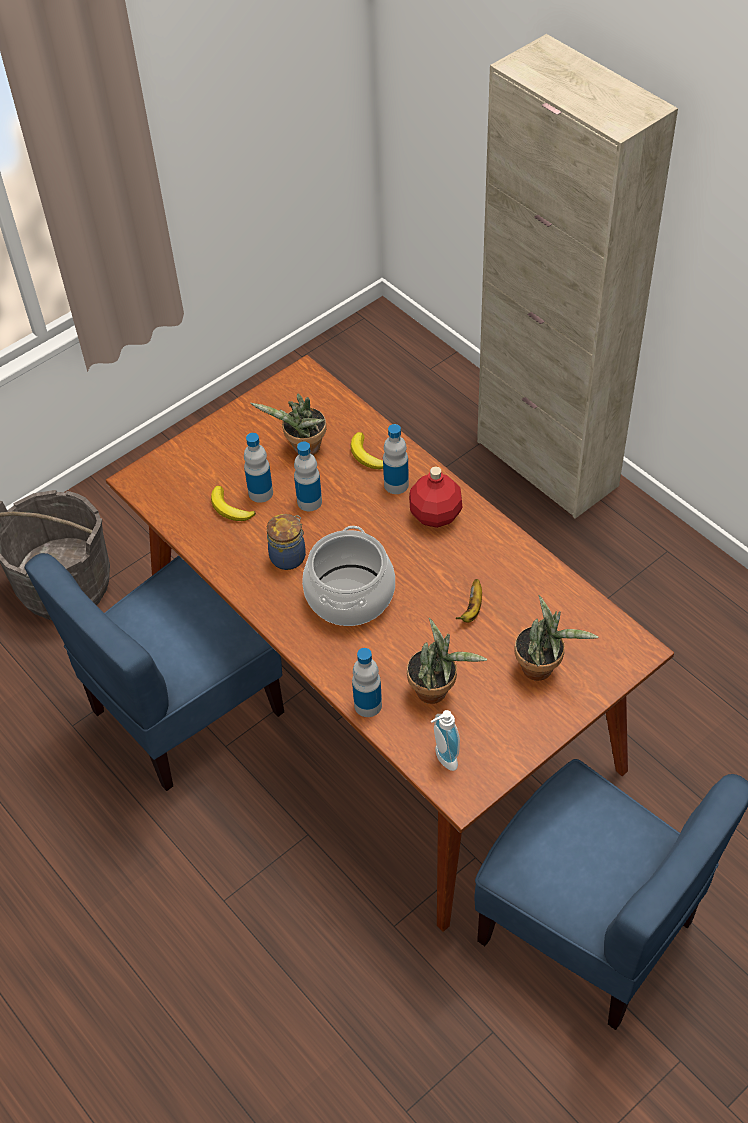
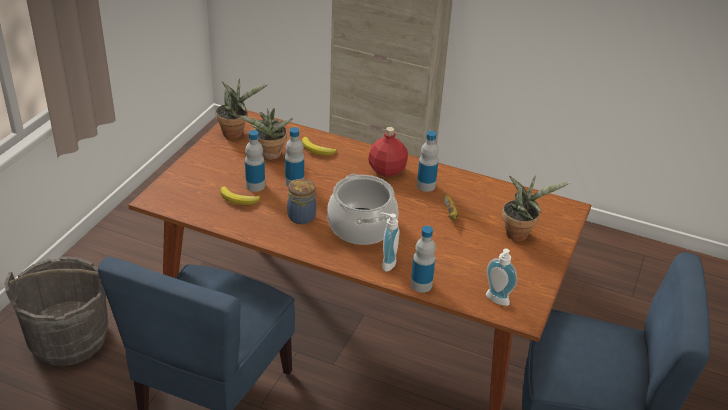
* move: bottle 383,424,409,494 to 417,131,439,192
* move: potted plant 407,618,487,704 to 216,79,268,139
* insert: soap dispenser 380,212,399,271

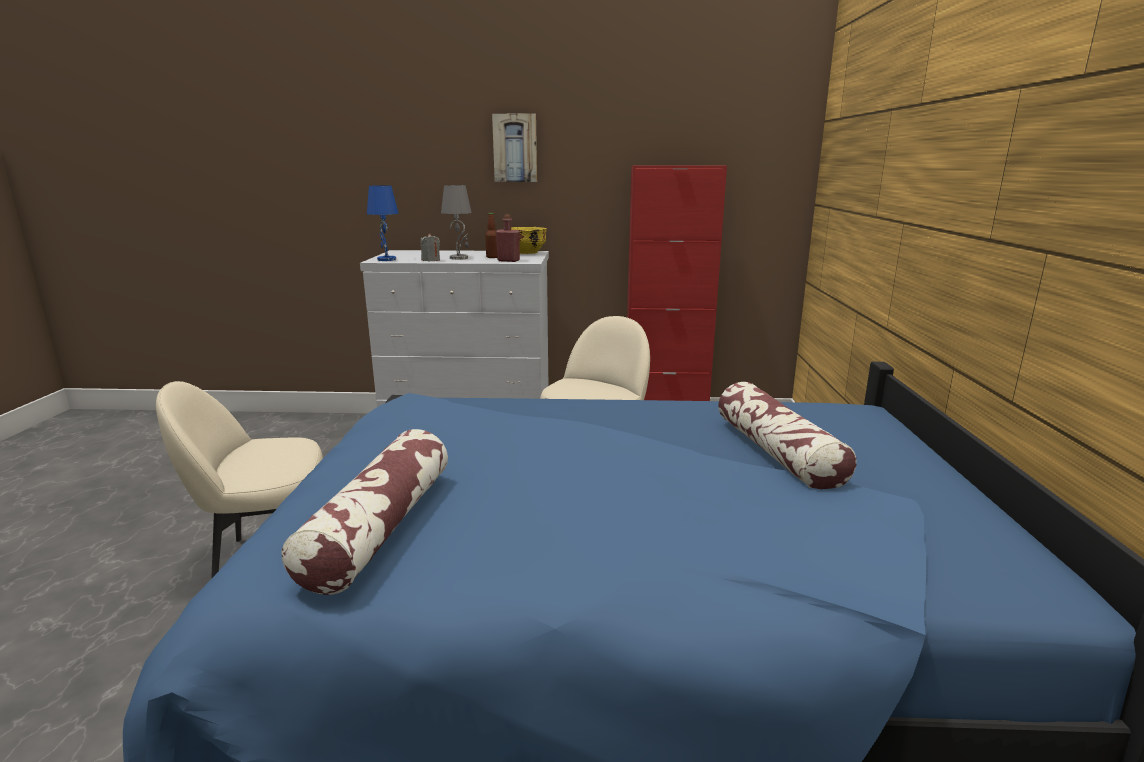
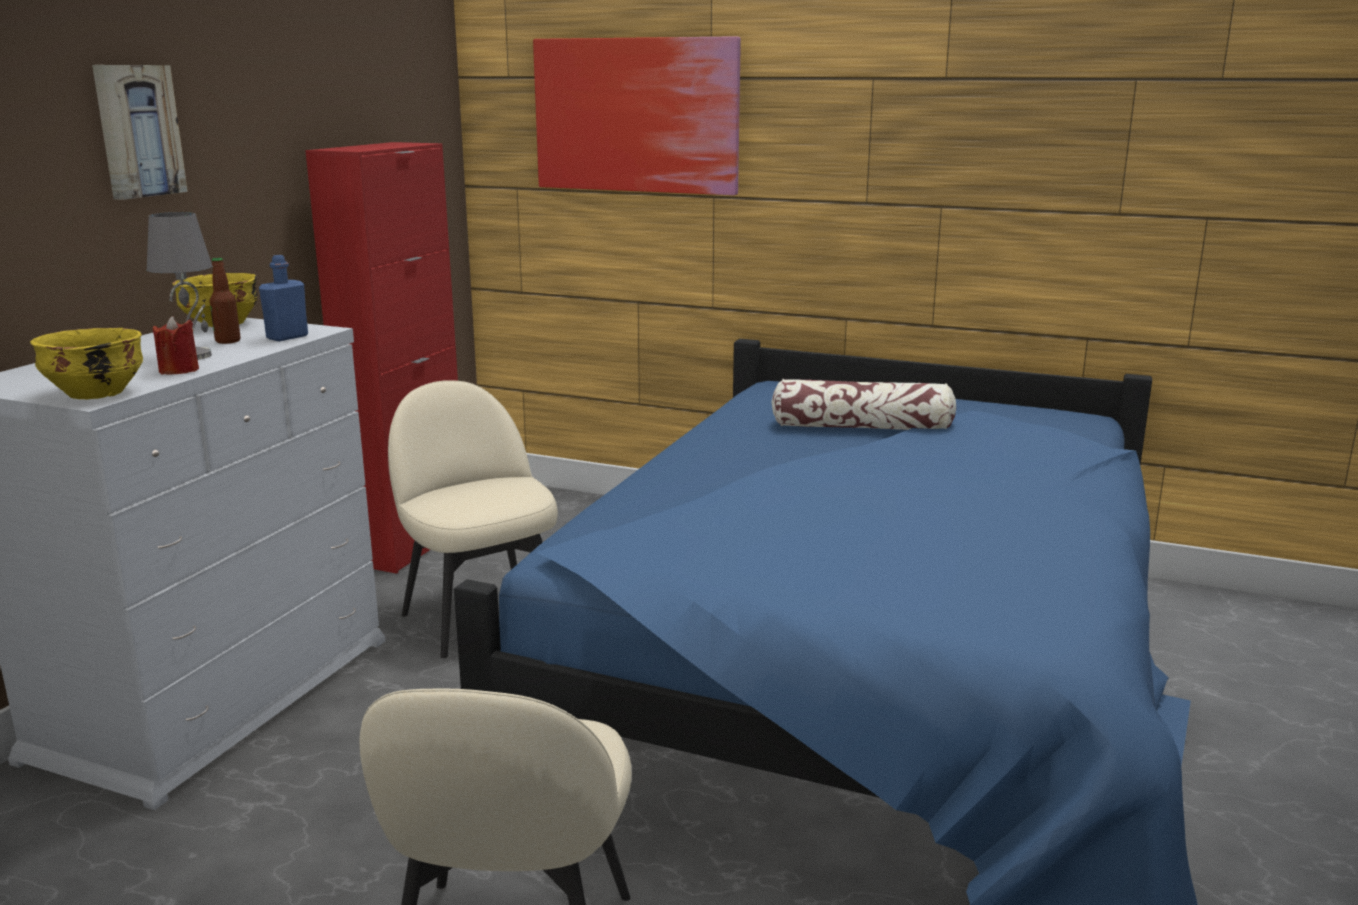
* delete: pillow 282,429,448,595
* replace: blue table lamp 367,185,398,261 to yellow bowl 30,328,143,399
* recolor: grey candle 420,233,440,261 to red candle 153,316,199,375
* recolor: red bottle 496,215,520,262 to blue bottle 259,255,308,341
* insert: picture 533,36,741,195

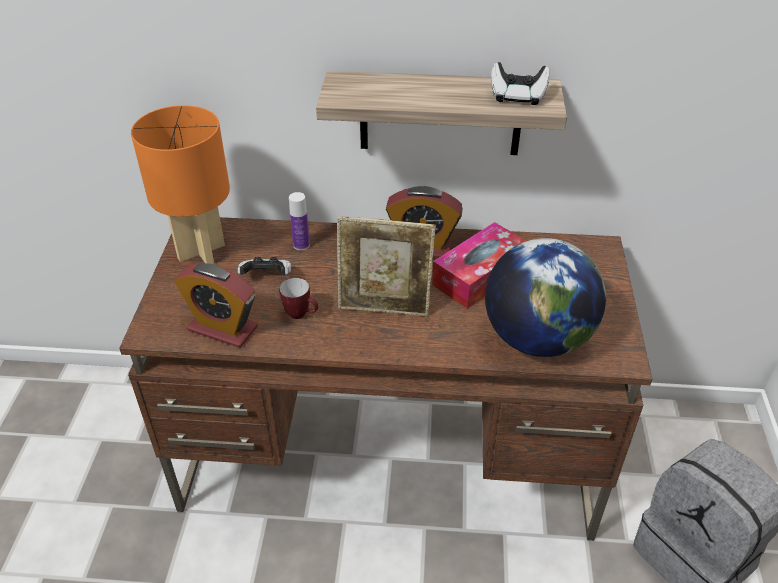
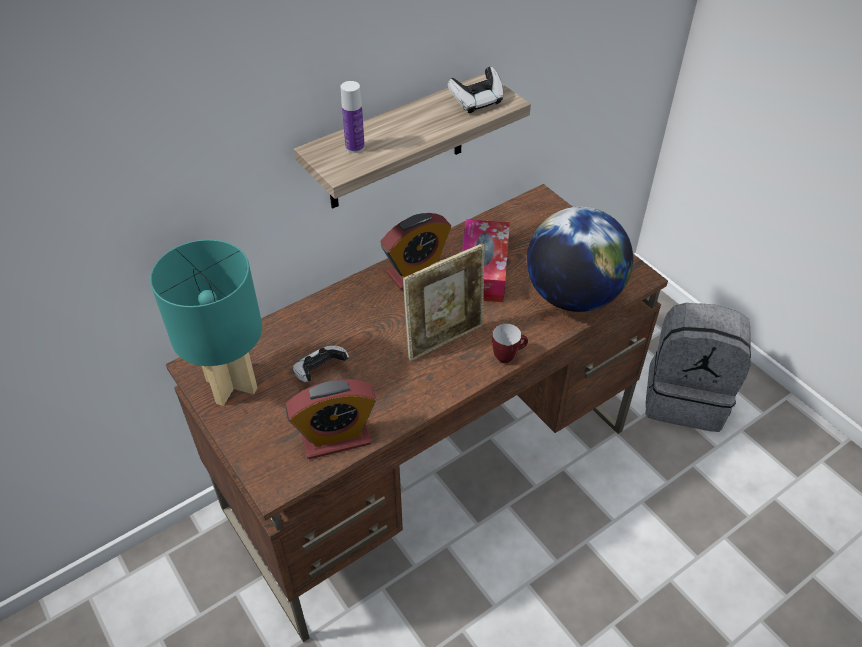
* recolor: orange table lamp 131,105,230,264 to turquoise table lamp 150,239,262,406
* move: mug 279,278,318,319 to 492,324,528,363
* move: bottle 289,192,310,251 to 341,81,365,153

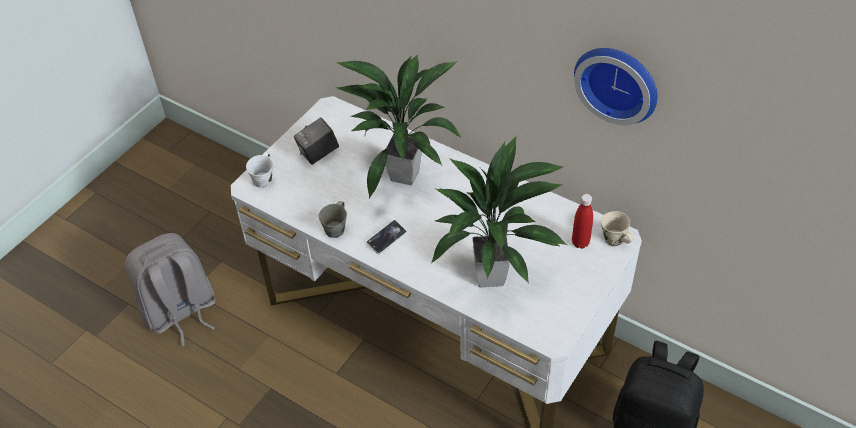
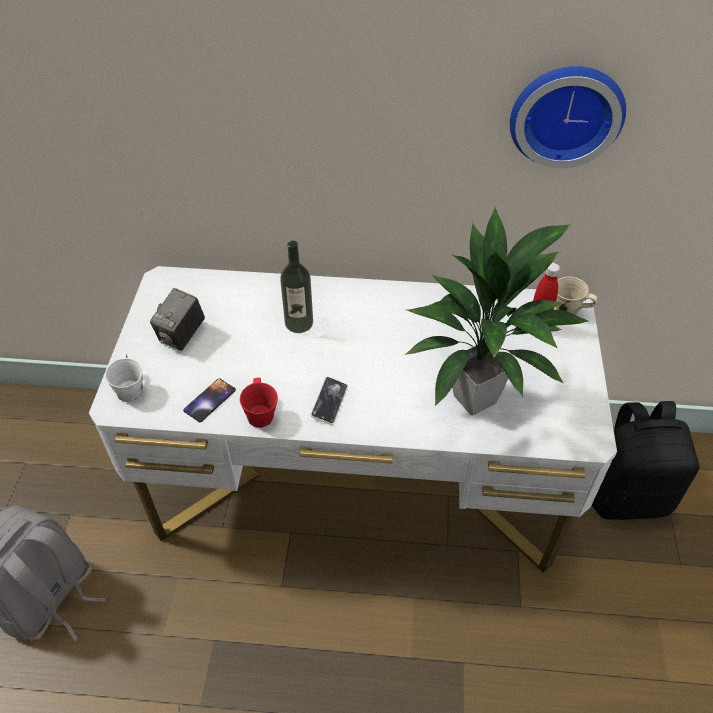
* recolor: grey mug 319,201,347,238 to red mug 240,378,278,428
* replace: potted plant 335,55,462,198 to bottle 280,241,313,333
* insert: phone 183,378,236,422

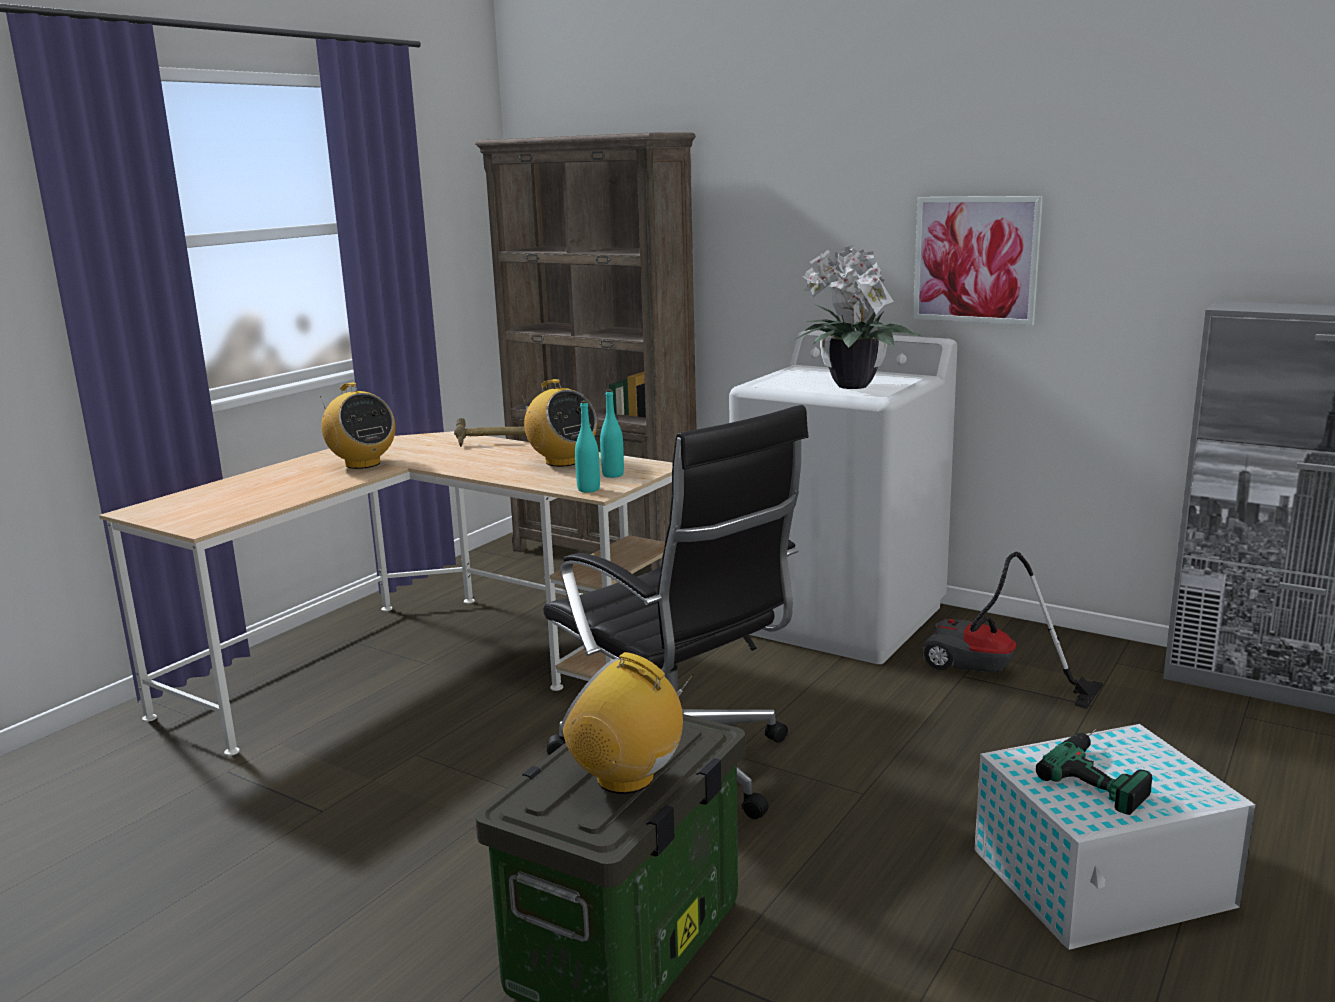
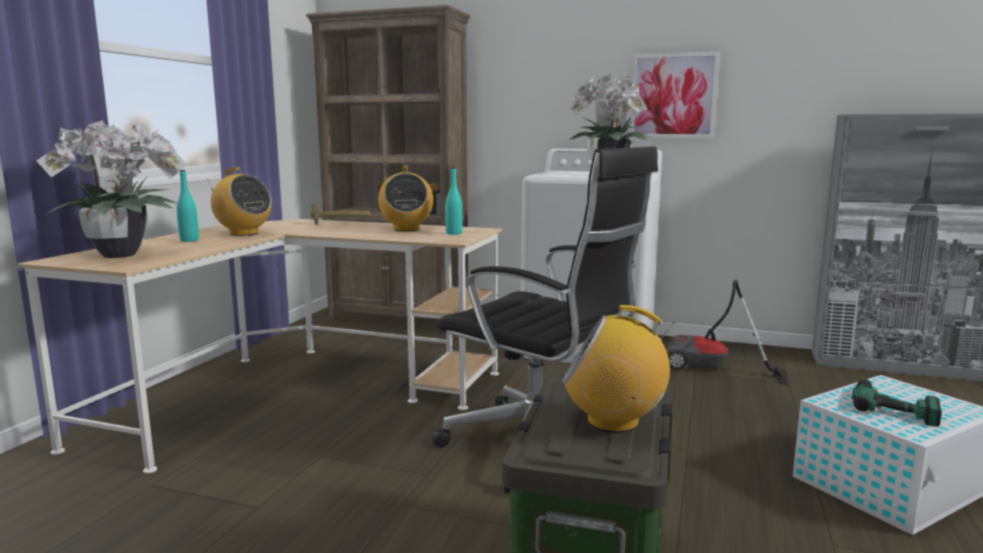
* rotate: radio 521,379,597,467 = 378,166,433,231 45 degrees clockwise
* move: turquoise bottle 575,401,600,493 to 176,170,199,242
* insert: potted plant 36,120,187,258

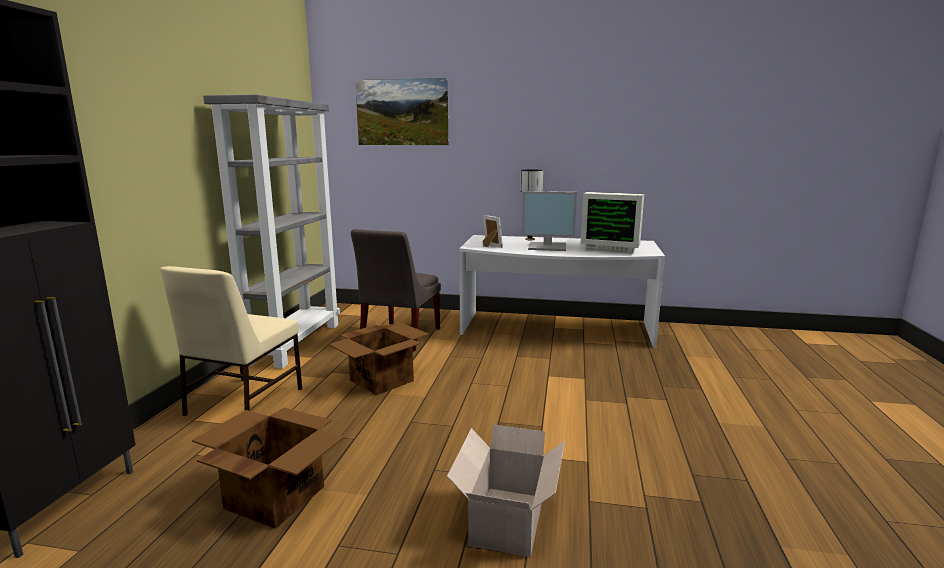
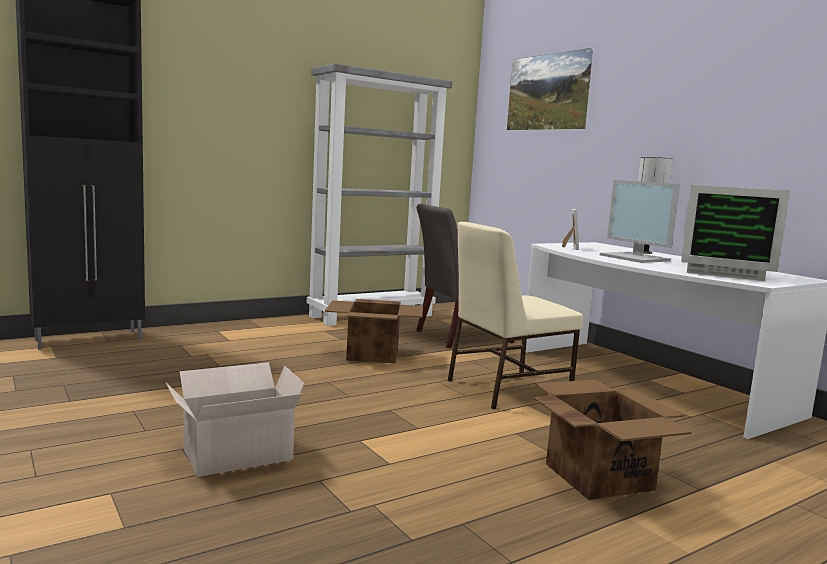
* move: beige chair 160,266,302,416 to 448,222,583,409
* move: cardboard box 192,407,344,529 to 533,380,692,500
* rotate: monitor 581,192,644,254 = 681,185,790,281 45 degrees counterclockwise

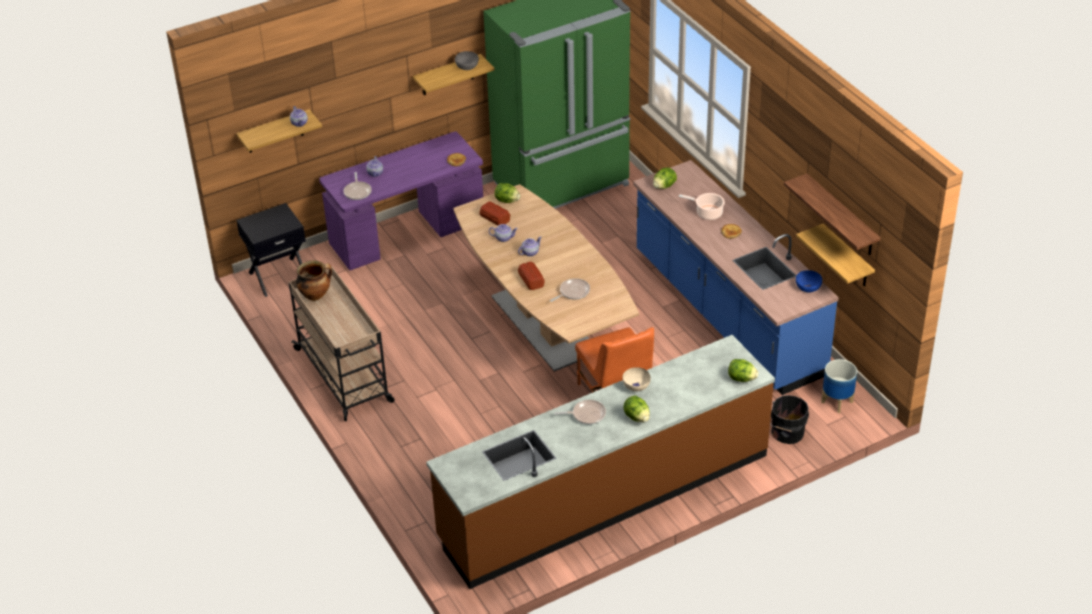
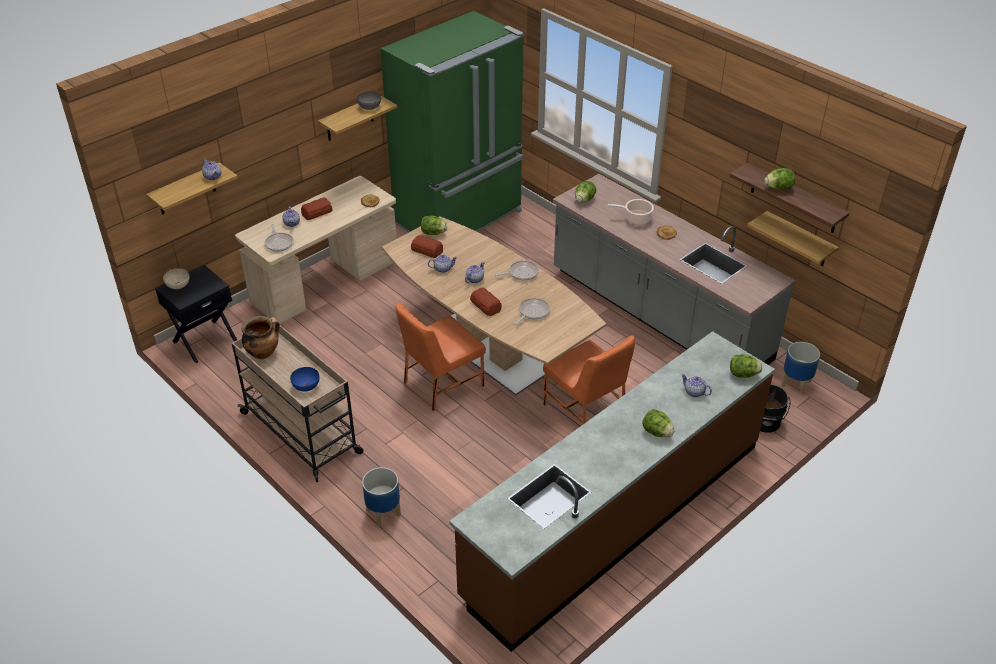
* recolor: purple desk 319,132,483,270 to beige desk 235,176,397,324
* move: frying pan 554,400,606,424 to 494,261,539,280
* move: beige bowl 623,367,651,392 to 163,268,190,289
* recolor: blue counter 633,160,839,395 to grey counter 553,174,796,365
* move: blue bowl 796,270,822,292 to 290,367,320,392
* insert: bread 301,197,332,220
* insert: planter 362,467,401,527
* insert: orange chair 395,303,486,411
* insert: teapot 681,374,712,397
* insert: lettuce 764,168,795,190

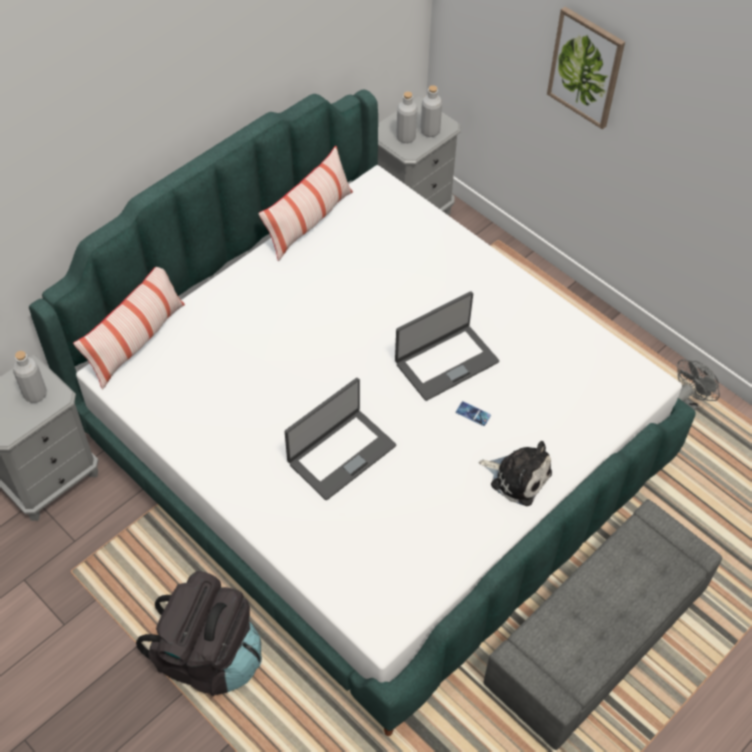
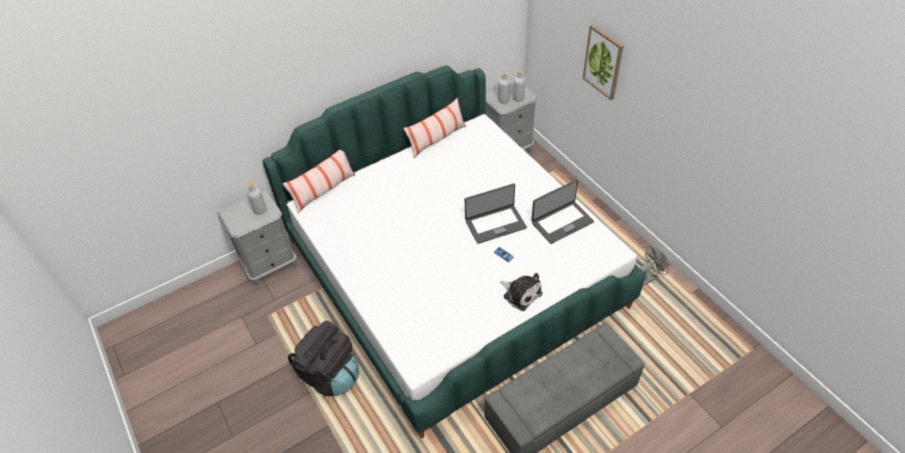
* move: laptop 285,378,396,500 to 531,179,594,244

